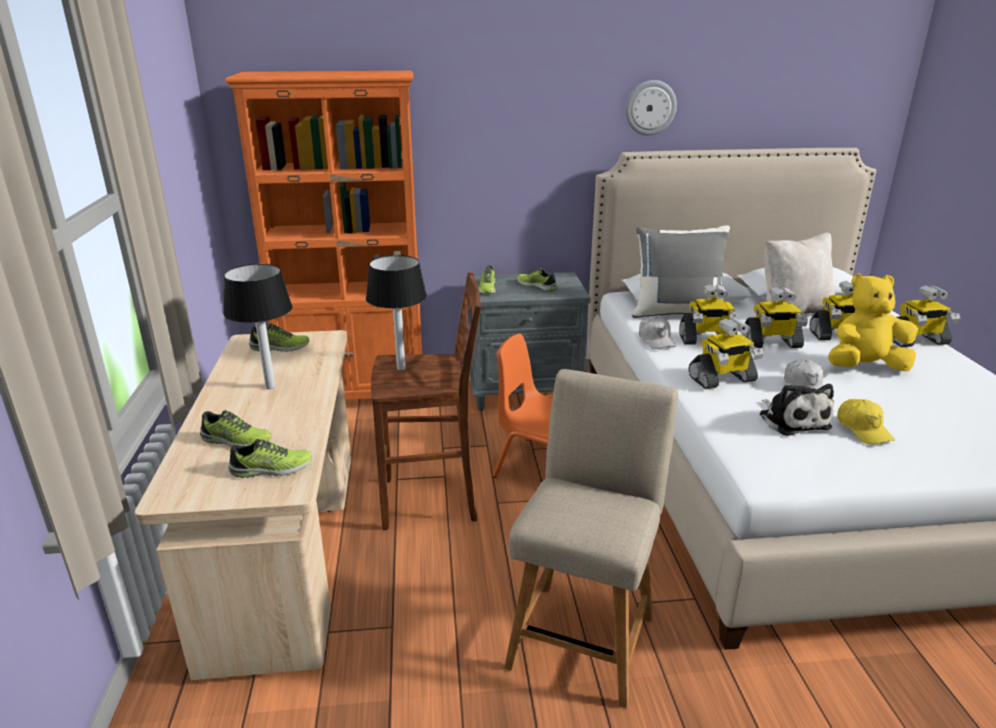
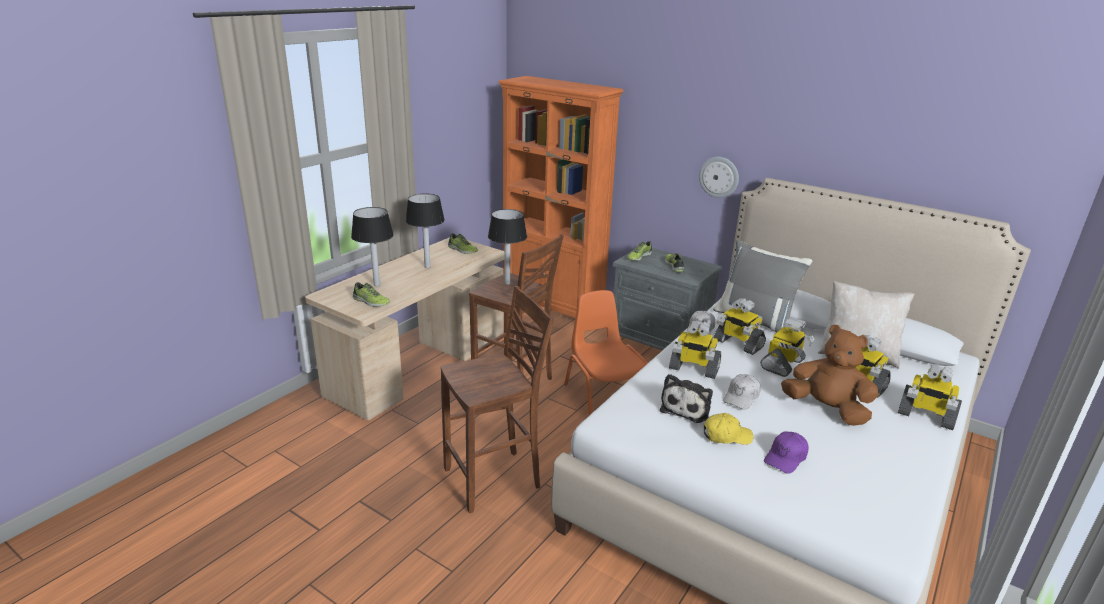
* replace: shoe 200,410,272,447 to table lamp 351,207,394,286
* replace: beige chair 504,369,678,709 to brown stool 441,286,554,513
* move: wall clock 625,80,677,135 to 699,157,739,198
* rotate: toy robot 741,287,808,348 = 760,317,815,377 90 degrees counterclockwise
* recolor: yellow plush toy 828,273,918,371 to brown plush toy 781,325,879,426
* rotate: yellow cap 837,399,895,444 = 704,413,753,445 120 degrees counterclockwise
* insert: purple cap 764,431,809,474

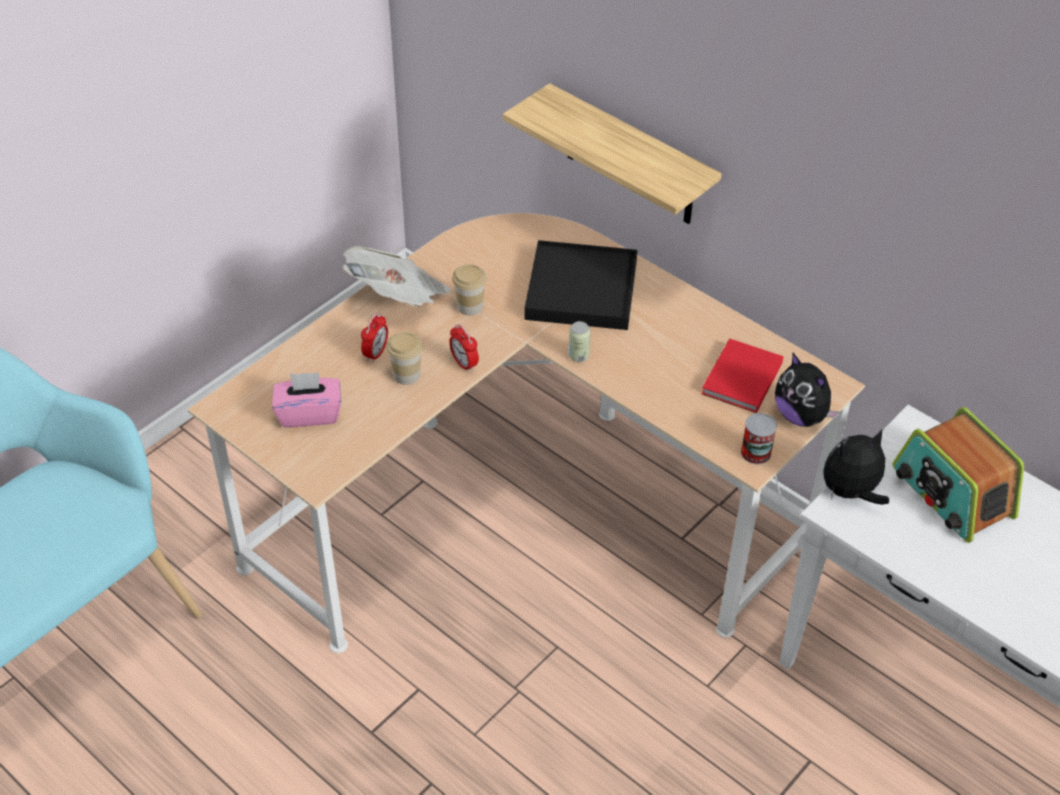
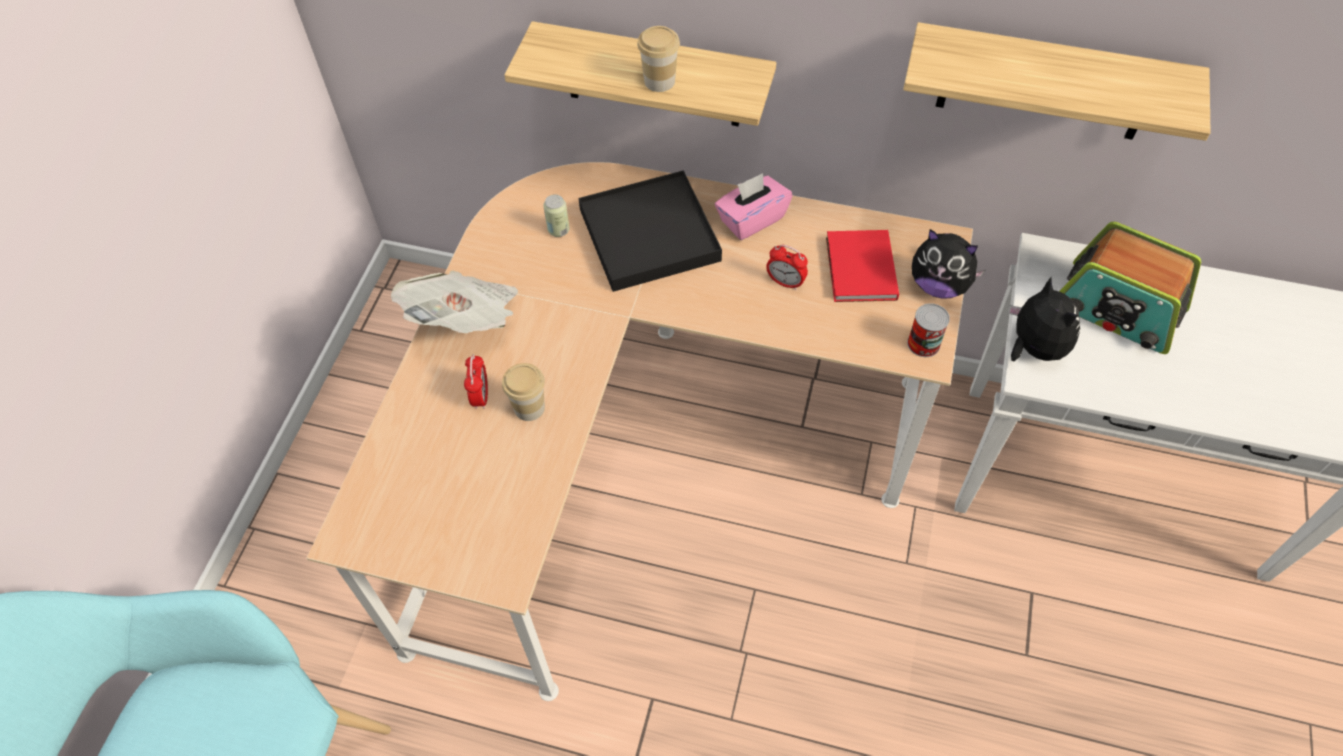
* move: pink tissue box 272,372,341,428 to 715,173,793,240
* move: alarm clock 449,324,479,373 to 766,245,808,290
* move: cup 452,264,487,316 to 637,26,680,92
* move: can 568,321,591,362 to 543,194,569,237
* rotate: plush toy 823,430,889,505 = 1007,277,1080,362 120 degrees clockwise
* insert: shelf 903,22,1211,141

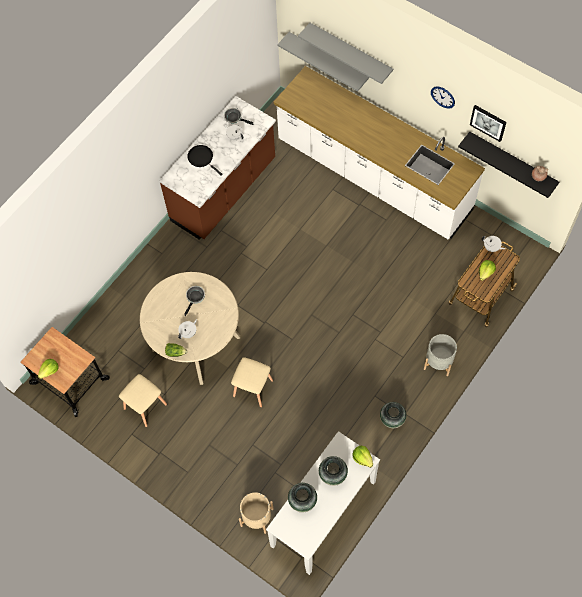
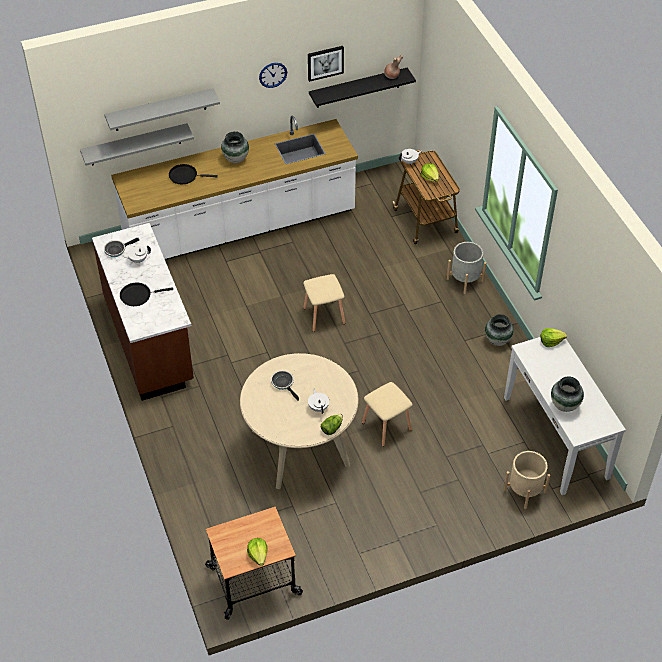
* move: beige stool 119,374,167,427 to 303,274,345,332
* move: vase 319,456,348,486 to 221,131,249,163
* insert: black frying pan 169,164,218,184

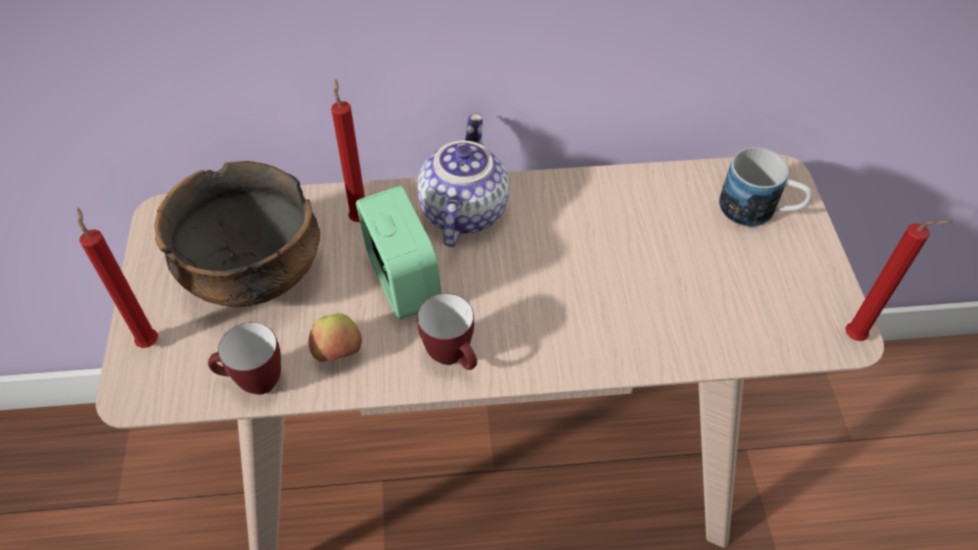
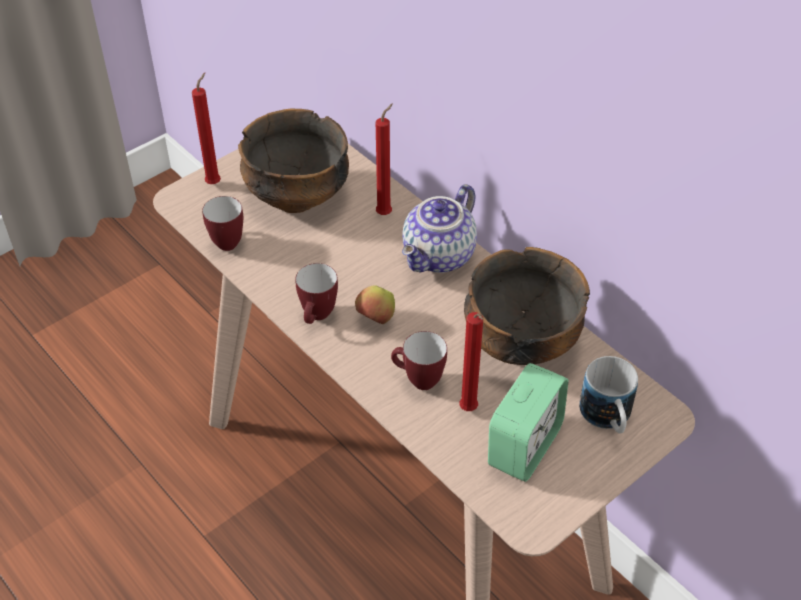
* move: apple 309,313,362,362 to 355,285,395,324
* move: alarm clock 356,186,441,319 to 488,363,568,482
* rotate: teapot 417,113,509,247 = 402,184,477,273 150 degrees clockwise
* move: red candle 845,220,951,341 to 459,312,483,411
* insert: mug 391,331,447,390
* insert: bowl 464,247,590,365

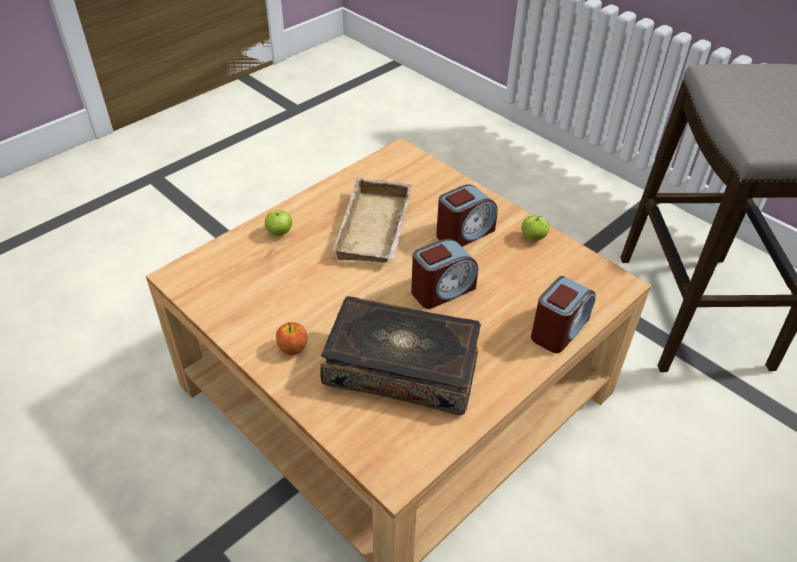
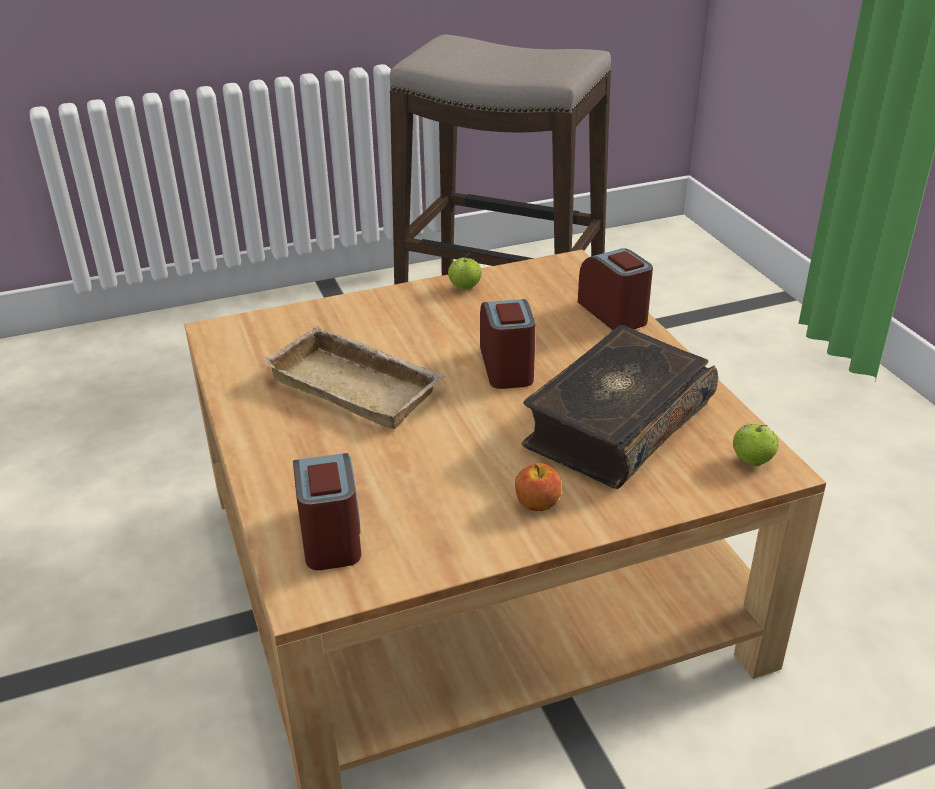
* move: apple 265,210,292,236 to 733,424,779,466
* move: alarm clock 436,185,498,247 to 293,453,361,570

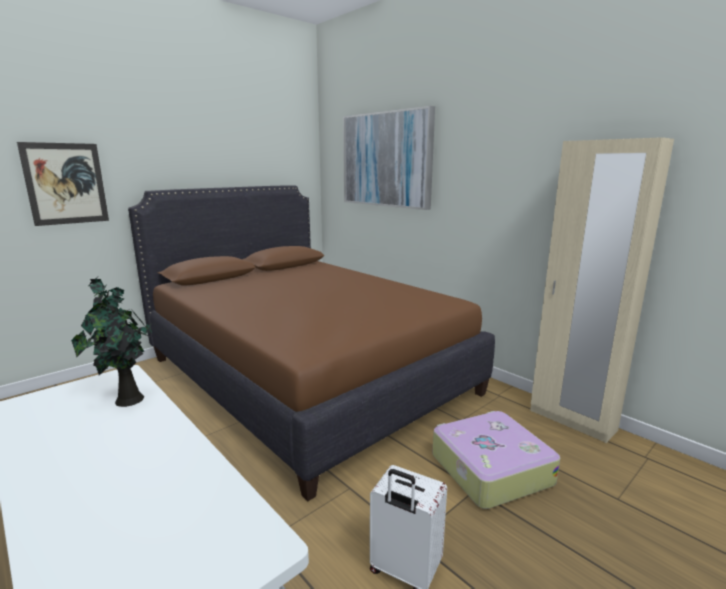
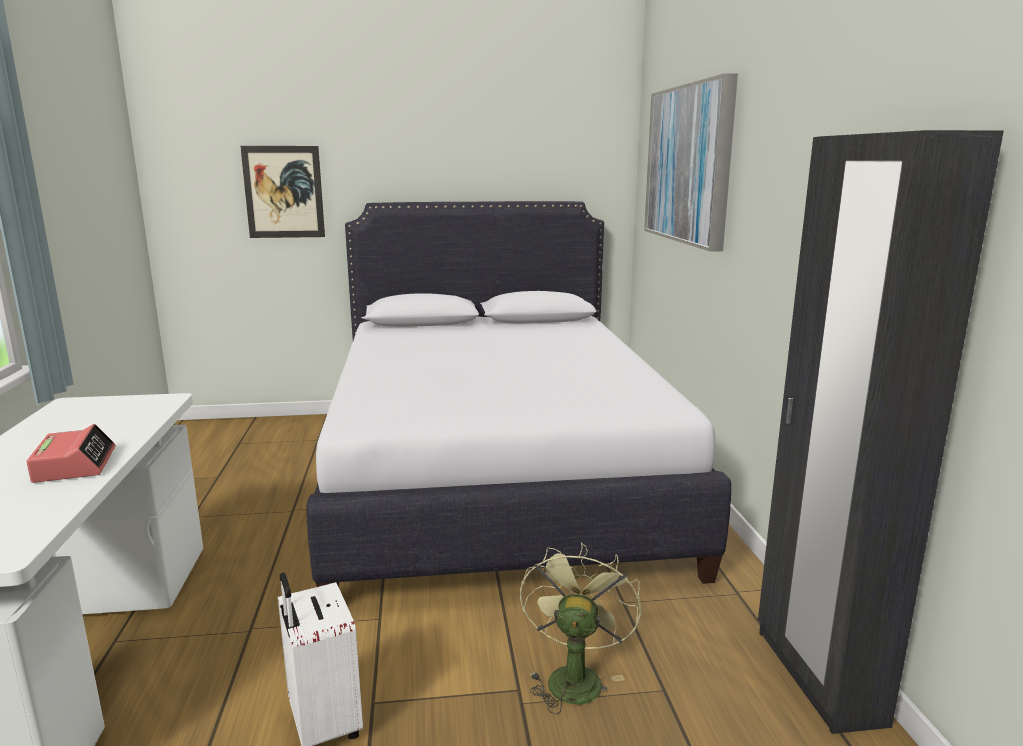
* delete: potted plant 71,277,152,407
* recolor: brown bed 128,185,495,501 to white bed 306,201,731,587
* replace: suitcase 432,411,560,509 to green fan 520,542,642,715
* recolor: beige wardrobe 530,137,674,443 to black wardrobe 758,130,1004,734
* insert: alarm clock 26,424,116,483

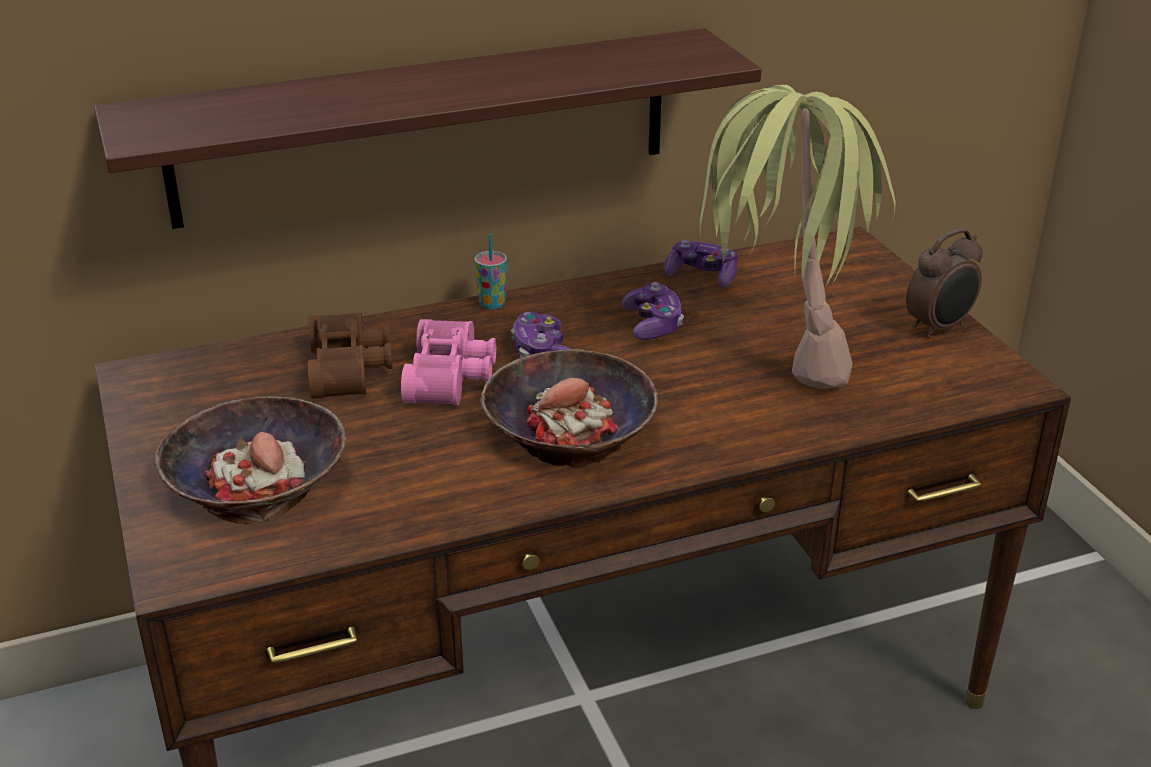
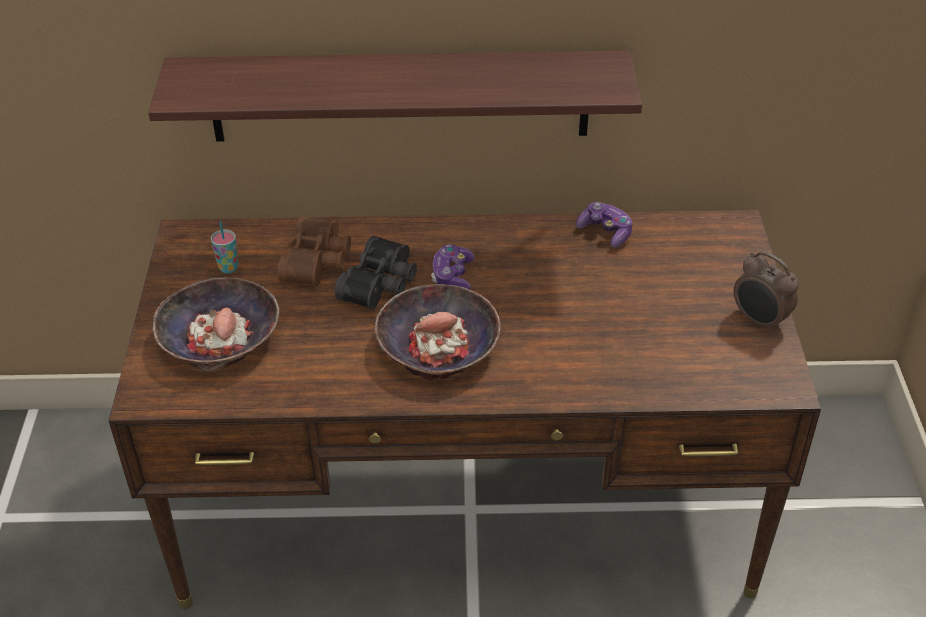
* recolor: pink binoculars 401,319,496,405 to black binoculars 335,236,417,309
* move: cup 475,234,507,310 to 211,221,238,273
* delete: game controller 622,282,684,340
* delete: potted plant 700,85,896,389
* rotate: alarm clock 906,229,983,338 = 734,251,799,333 60 degrees clockwise

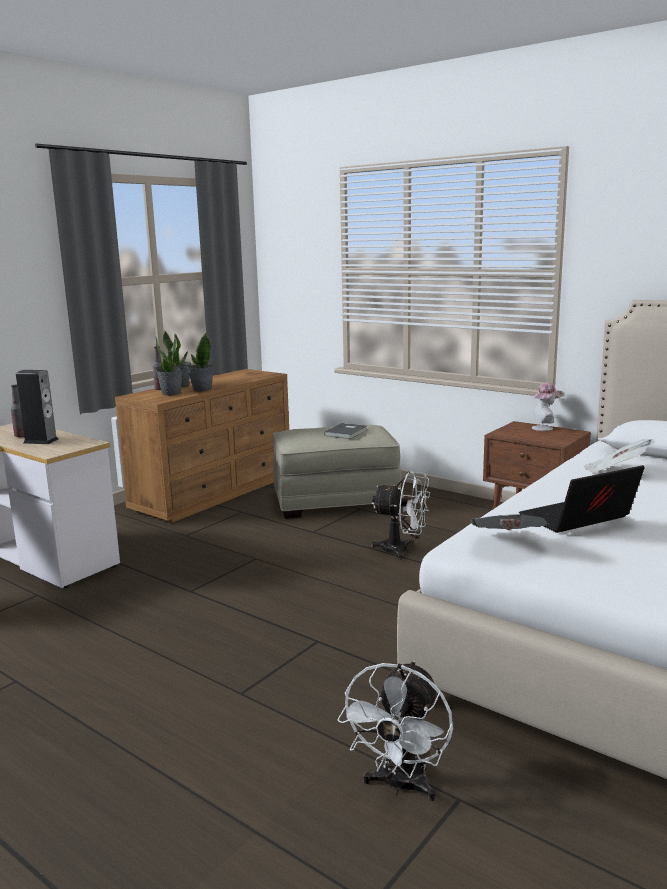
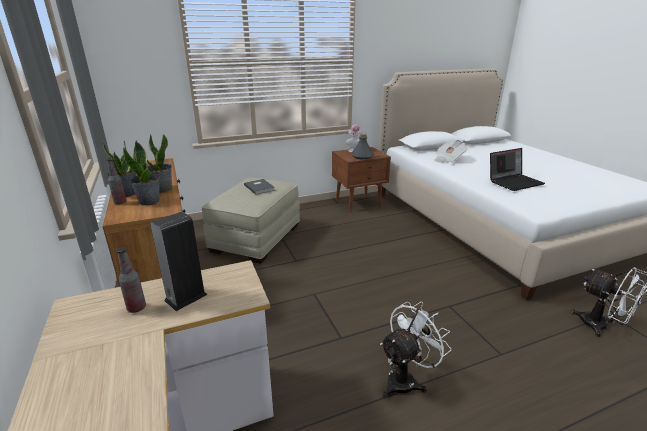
* move: white fan 371,471,430,560 to 380,301,451,398
* delete: newspaper 470,515,549,530
* rotate: laptop 519,465,645,533 = 490,148,545,191 120 degrees counterclockwise
* insert: grey bottle 351,133,374,159

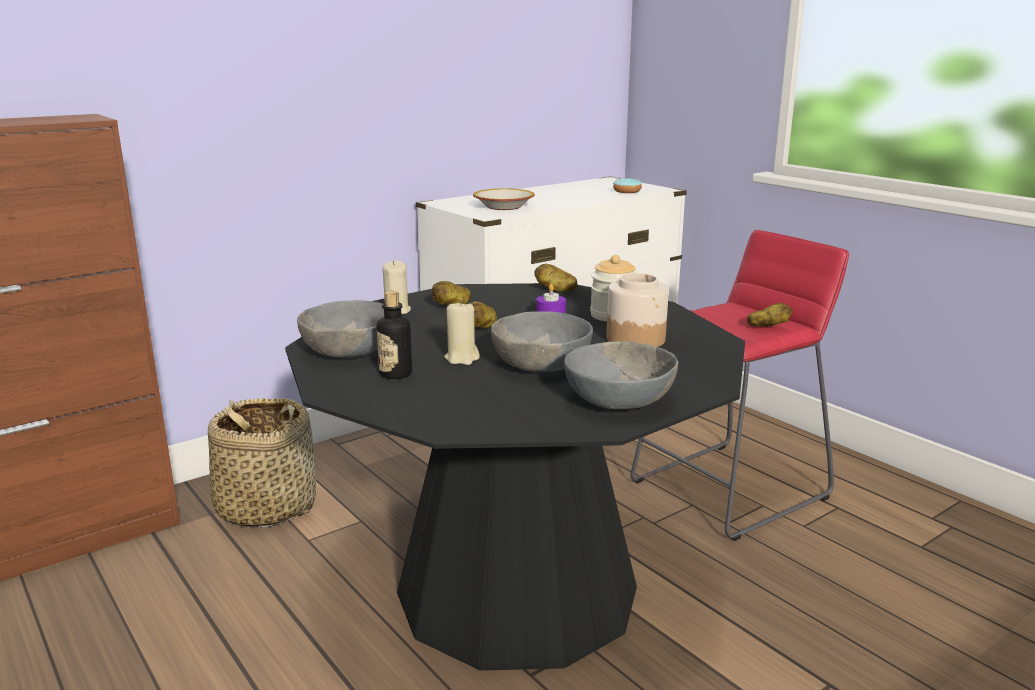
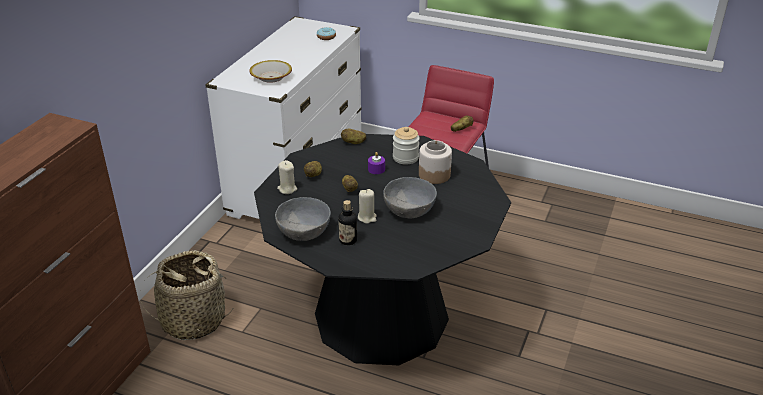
* delete: grey bowl 564,341,678,409

